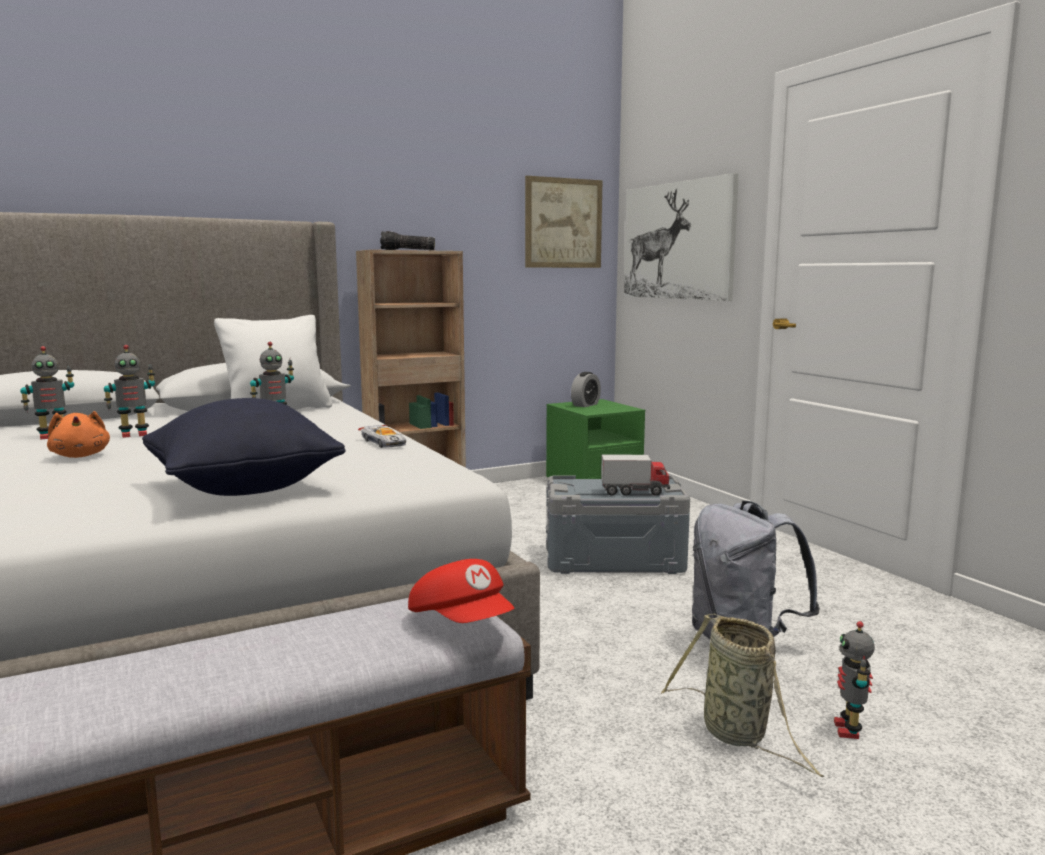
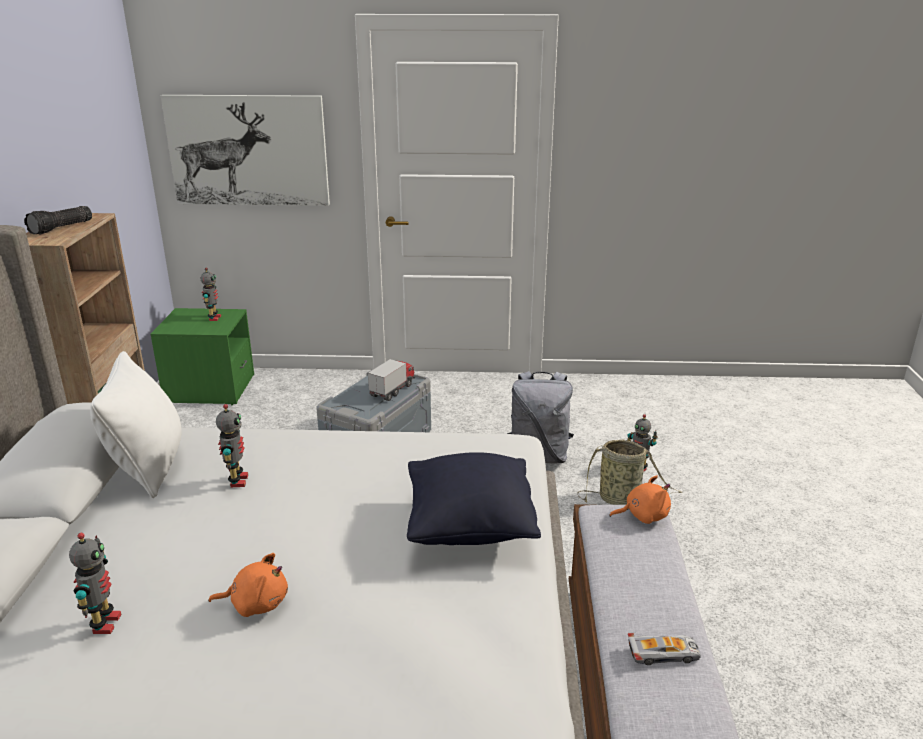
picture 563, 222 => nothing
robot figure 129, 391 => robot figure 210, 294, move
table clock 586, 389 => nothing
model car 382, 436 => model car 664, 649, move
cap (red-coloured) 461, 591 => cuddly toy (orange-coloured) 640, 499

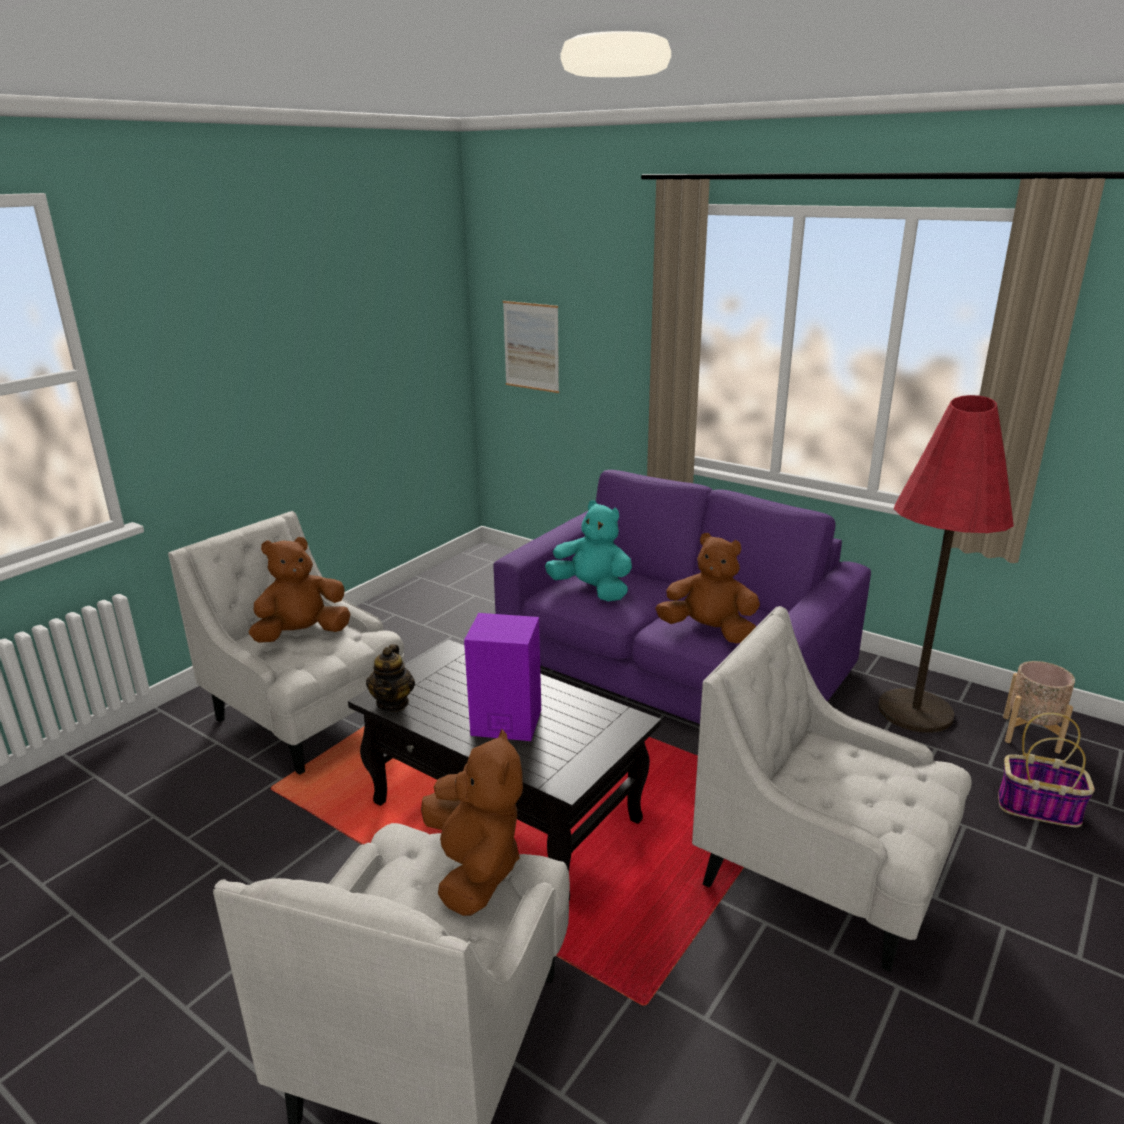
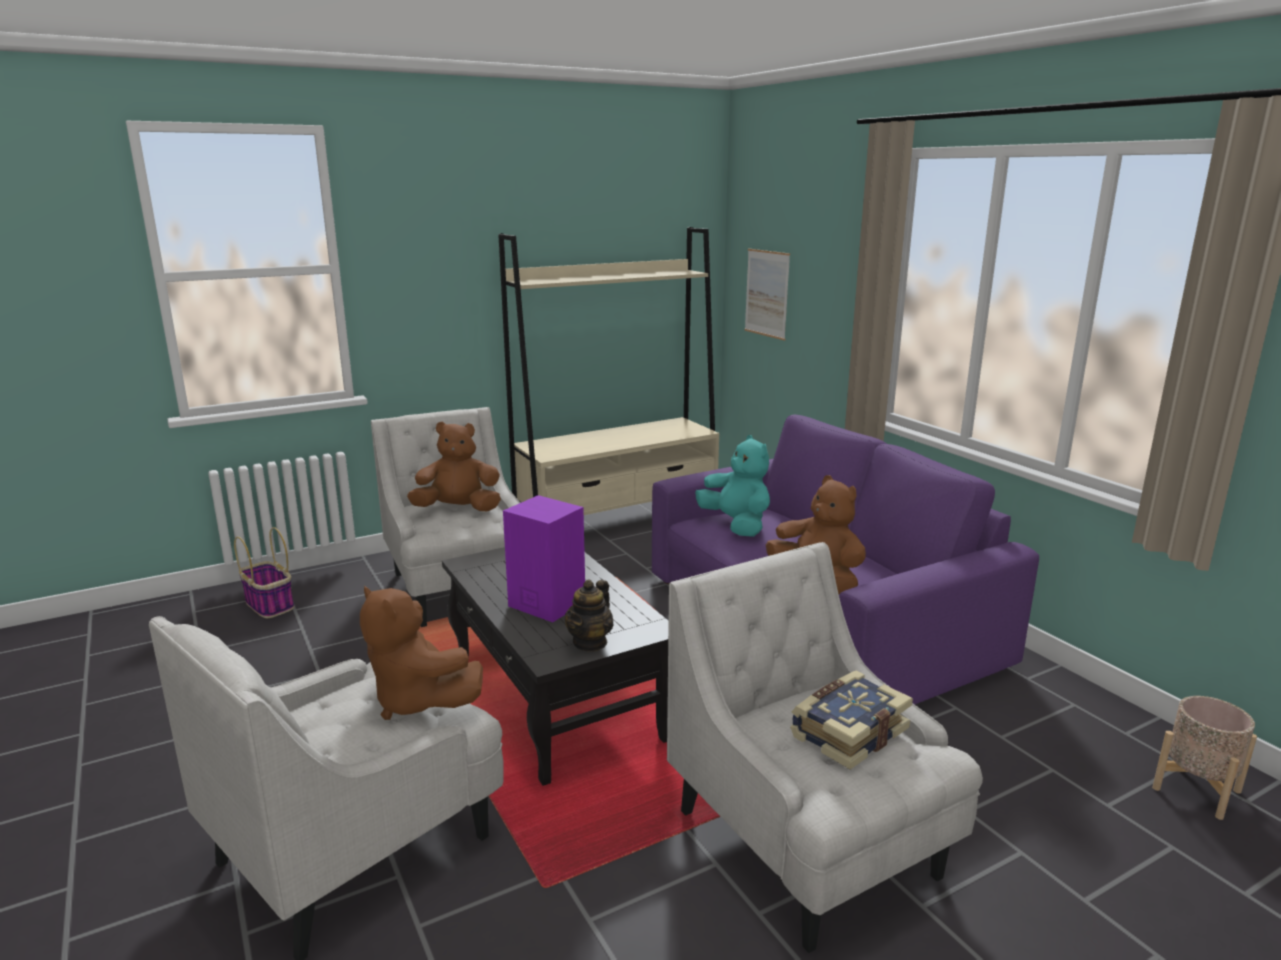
standing lamp (red-coloured) 946, 564 => nothing
tea pot 390, 678 => tea pot 589, 615, move
basket 1046, 770 => basket 264, 572, move
cuddly toy (brownish) 472, 822 => cuddly toy (brownish) 421, 652, 120 degrees clockwise
nothing => bookcase (beige-coloured) 608, 371
nothing => volume 851, 720

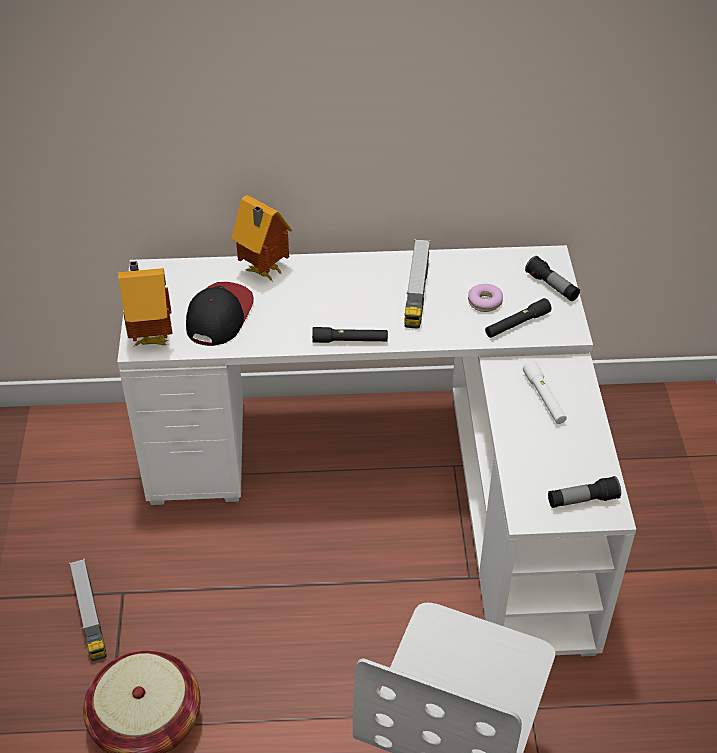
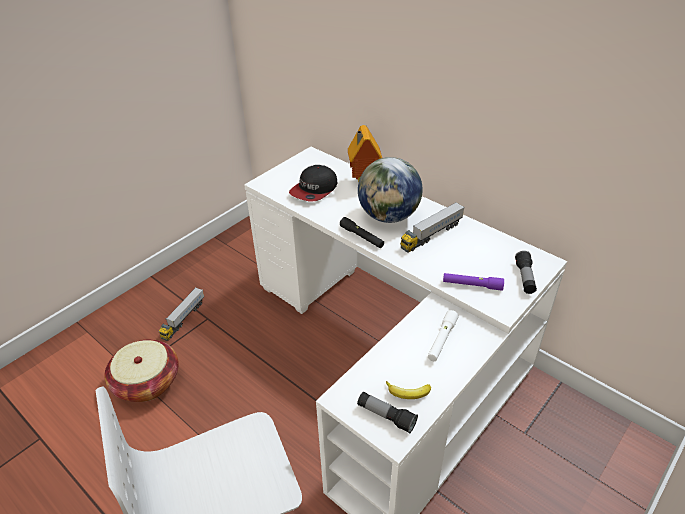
miniature house 145, 303 => nothing
cap 220, 314 => cap 313, 183, 150 degrees clockwise
ring doughnut 485, 298 => nothing
hand torch (black-coloured) 518, 318 => hand torch (purple-coloured) 473, 282
nothing => globe 390, 190
nothing => whole banana 408, 390

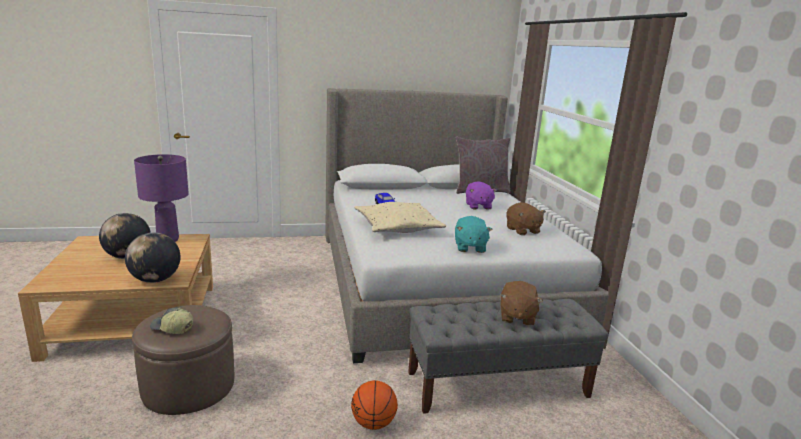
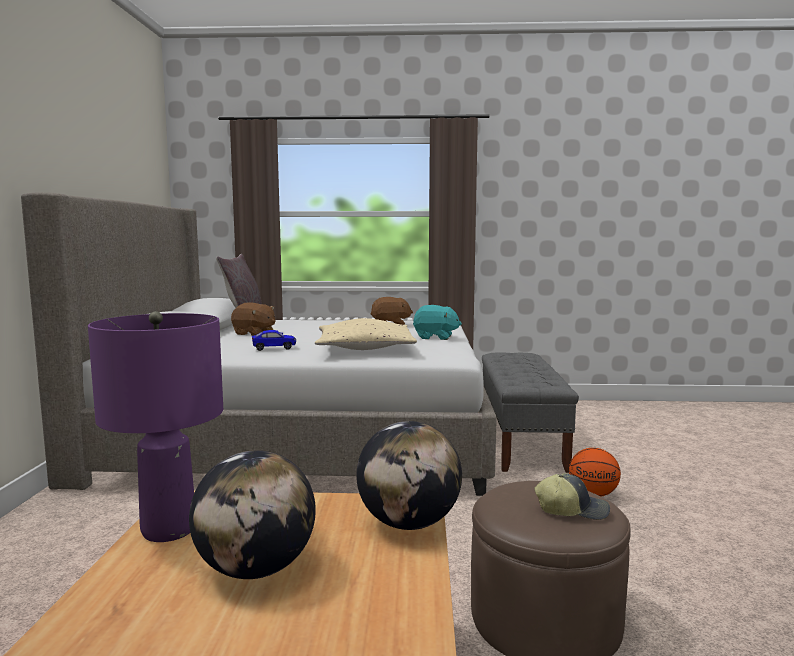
cuddly toy (purple-coloured) 481, 195 => nothing
cuddly toy (brownish) 522, 303 => cuddly toy (brownish) 253, 319, move
cap 171, 320 => cap 572, 496, 120 degrees counterclockwise

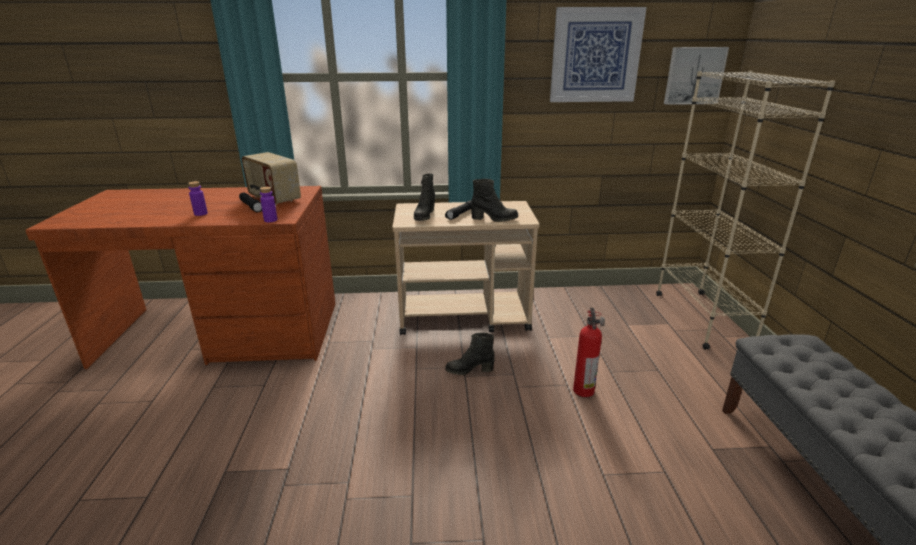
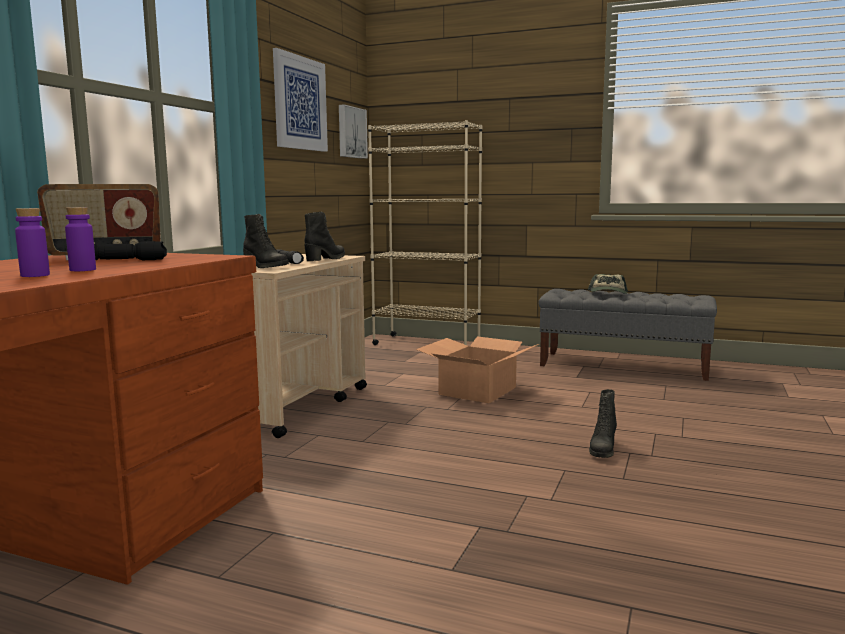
beverage bottle (purple-coloured) 269, 204 => beverage bottle (purple-coloured) 32, 242, move
fire-fighting cylinder 589, 352 => cardboard box 477, 369
boot (black-coloured) 470, 354 => boot (black-coloured) 603, 423, move
nothing => cap 608, 284

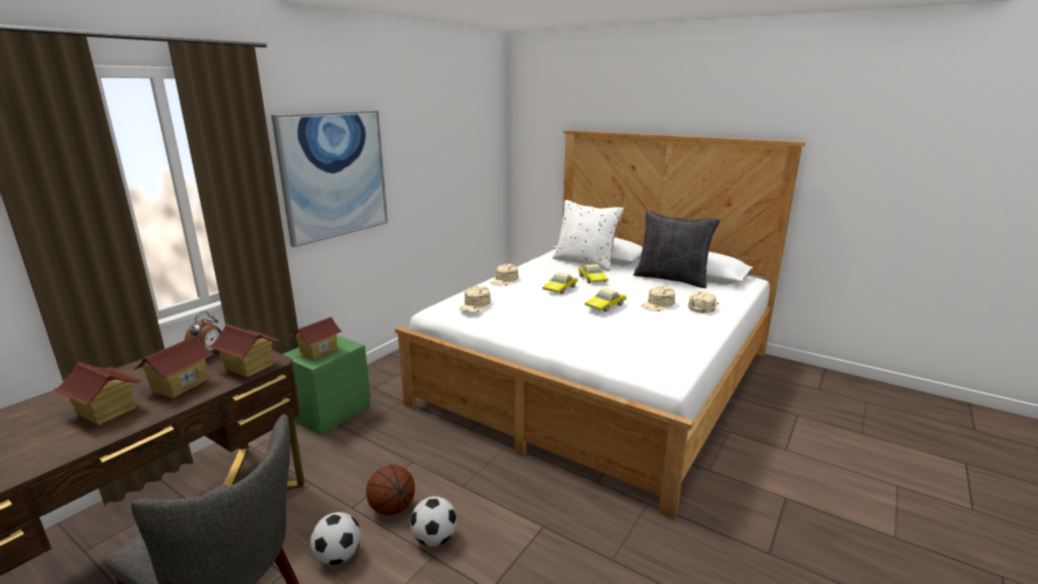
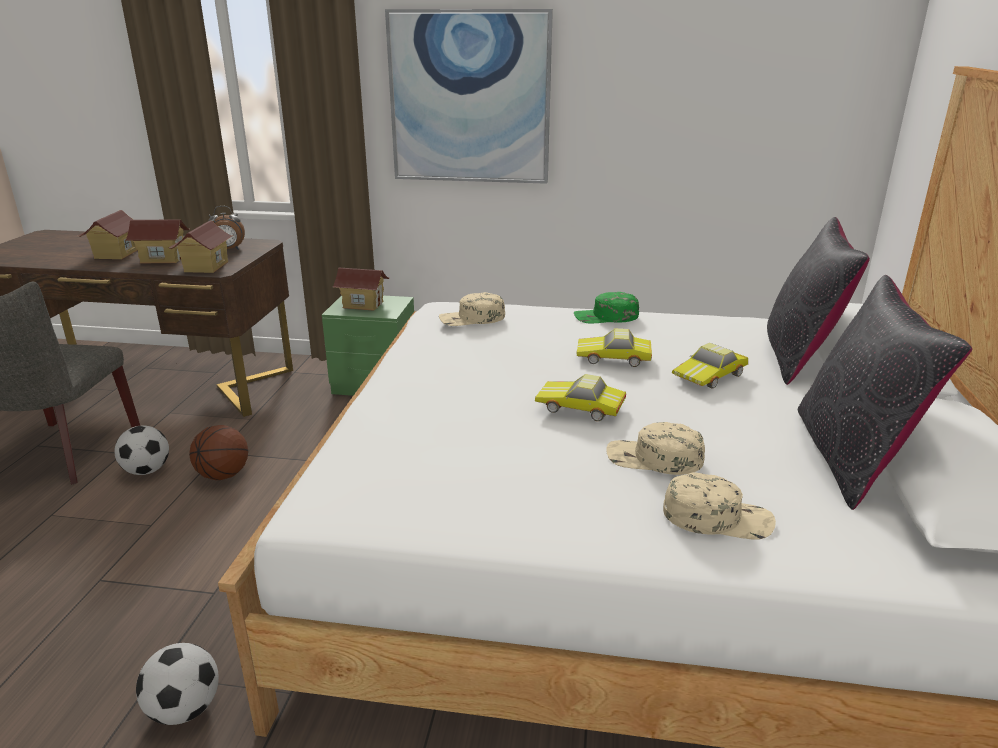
pillow (white) 588, 235 => pillow (black-coloured) 818, 301
cap (beige-coloured) 504, 275 => cap (greenish) 606, 308
ball for football 433, 521 => ball for football 177, 684, move

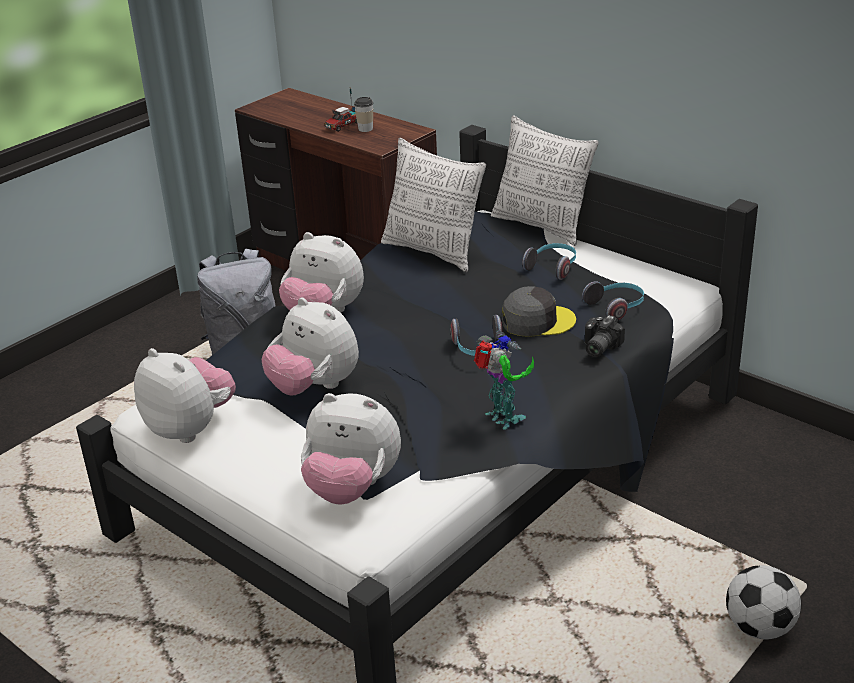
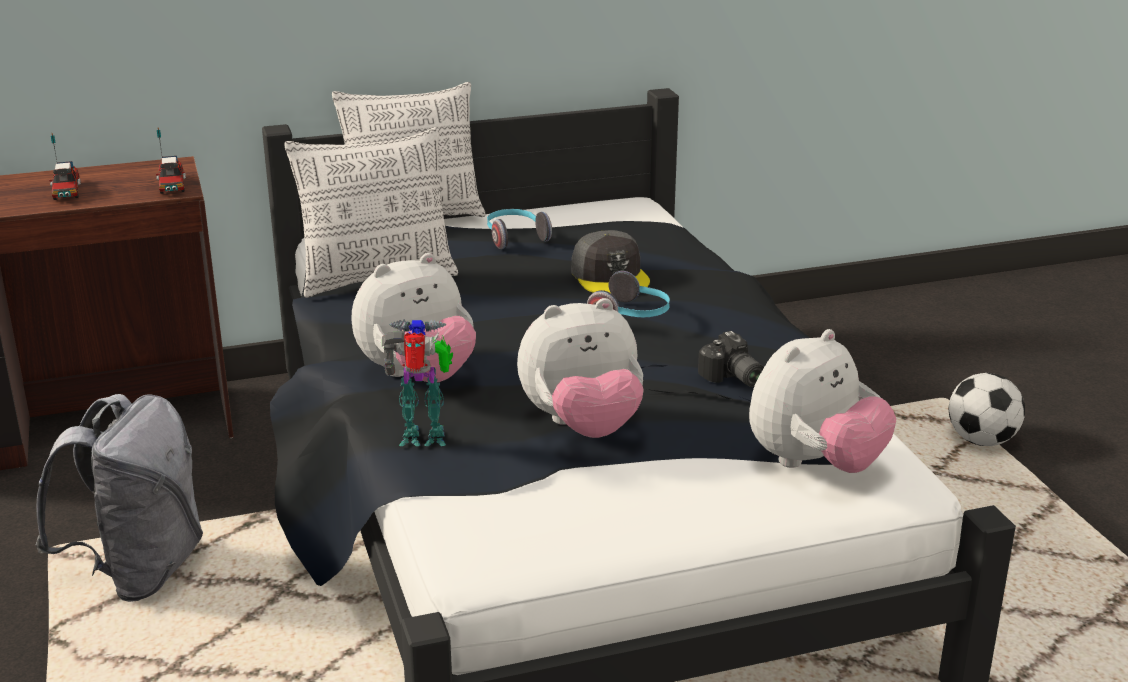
drinking cup 363, 114 => nothing
pair of headphones 613, 301 => nothing
cap (greyish) 539, 311 => cap (greyish) 610, 261, 135 degrees clockwise
photo camera 605, 336 => photo camera 731, 359, move
robot figure 504, 380 => robot figure 417, 382, move
cuddly toy 185, 395 => nothing
nothing => model truck 171, 161

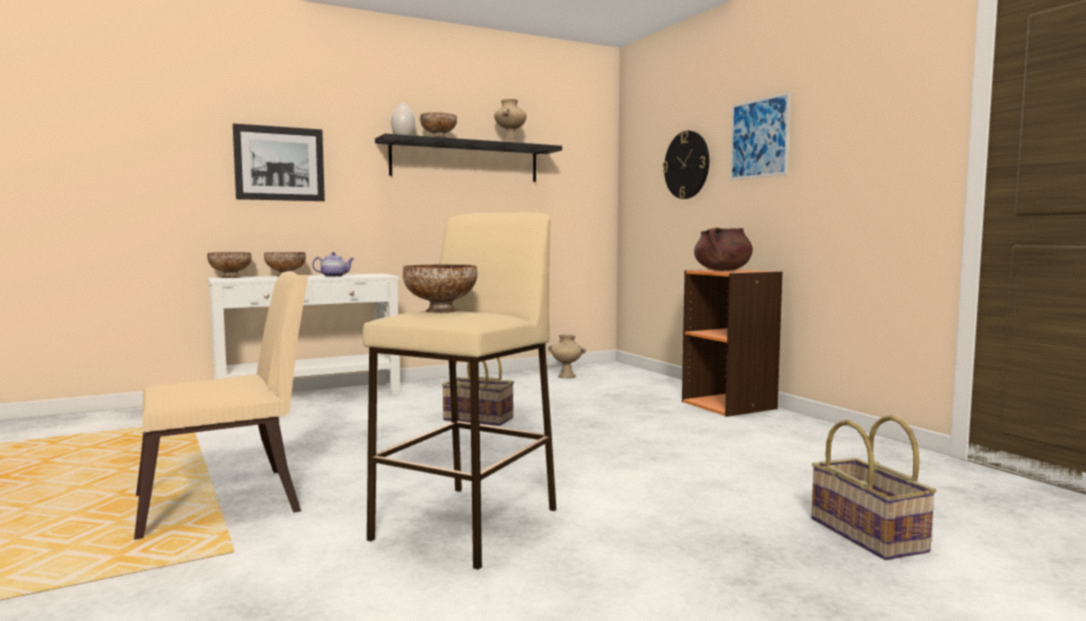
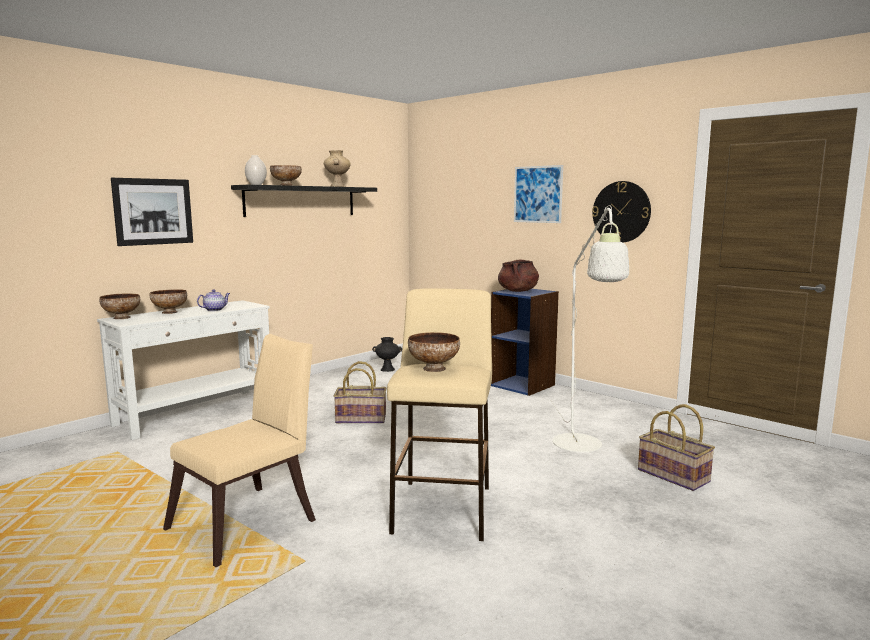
hanging clock 686, 165 => hanging clock 621, 212, move
bookcase (orange-coloured) 732, 343 => bookcase (blue) 525, 342
decorative vase (beige-coloured) 567, 356 => decorative vase (black-coloured) 387, 354
nothing => standing lamp (white) 589, 328

